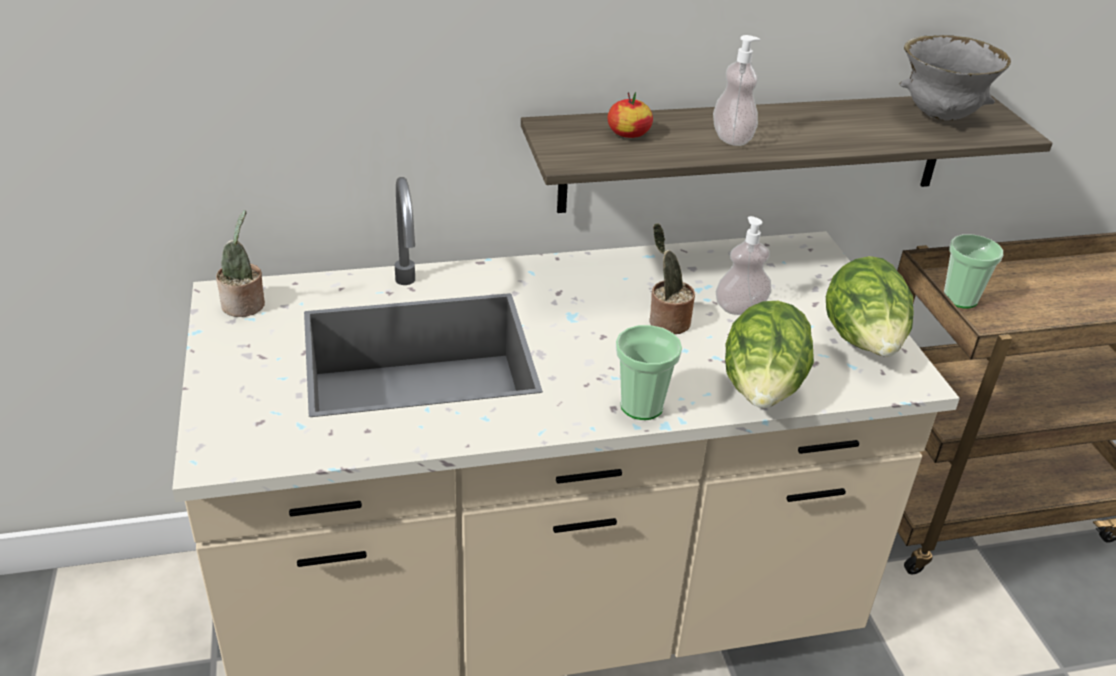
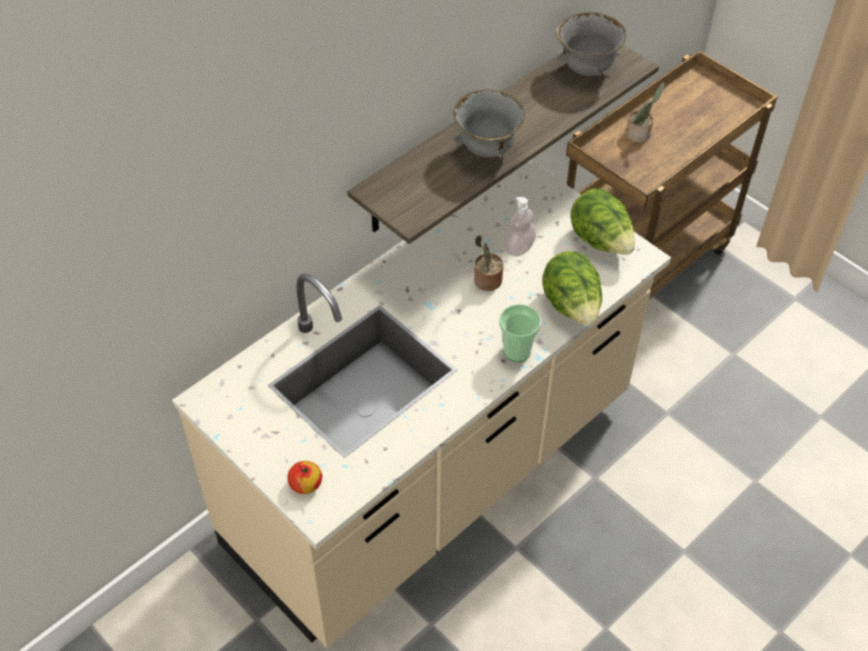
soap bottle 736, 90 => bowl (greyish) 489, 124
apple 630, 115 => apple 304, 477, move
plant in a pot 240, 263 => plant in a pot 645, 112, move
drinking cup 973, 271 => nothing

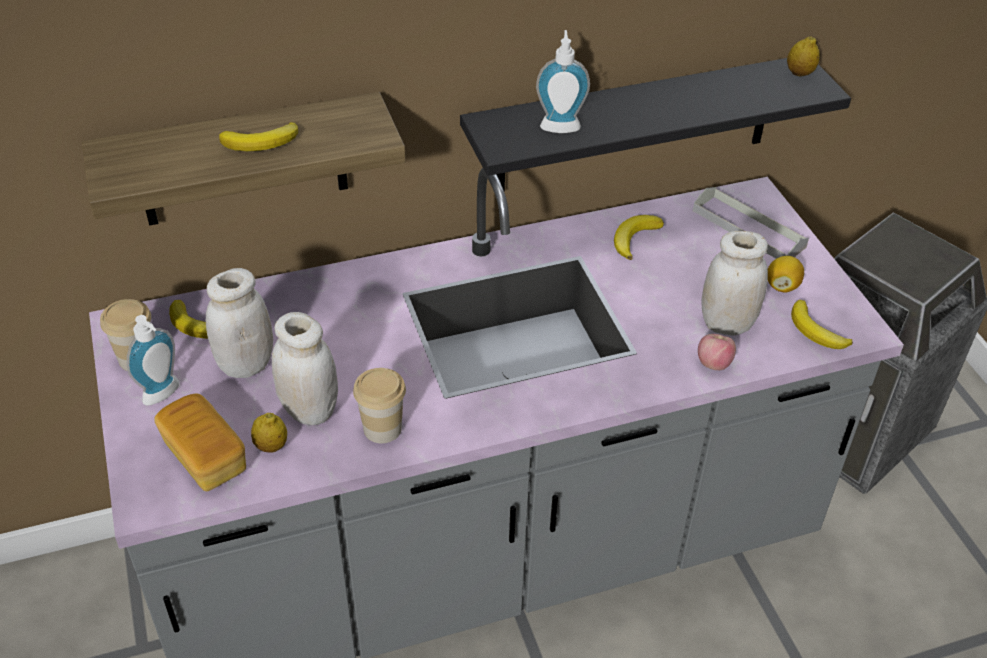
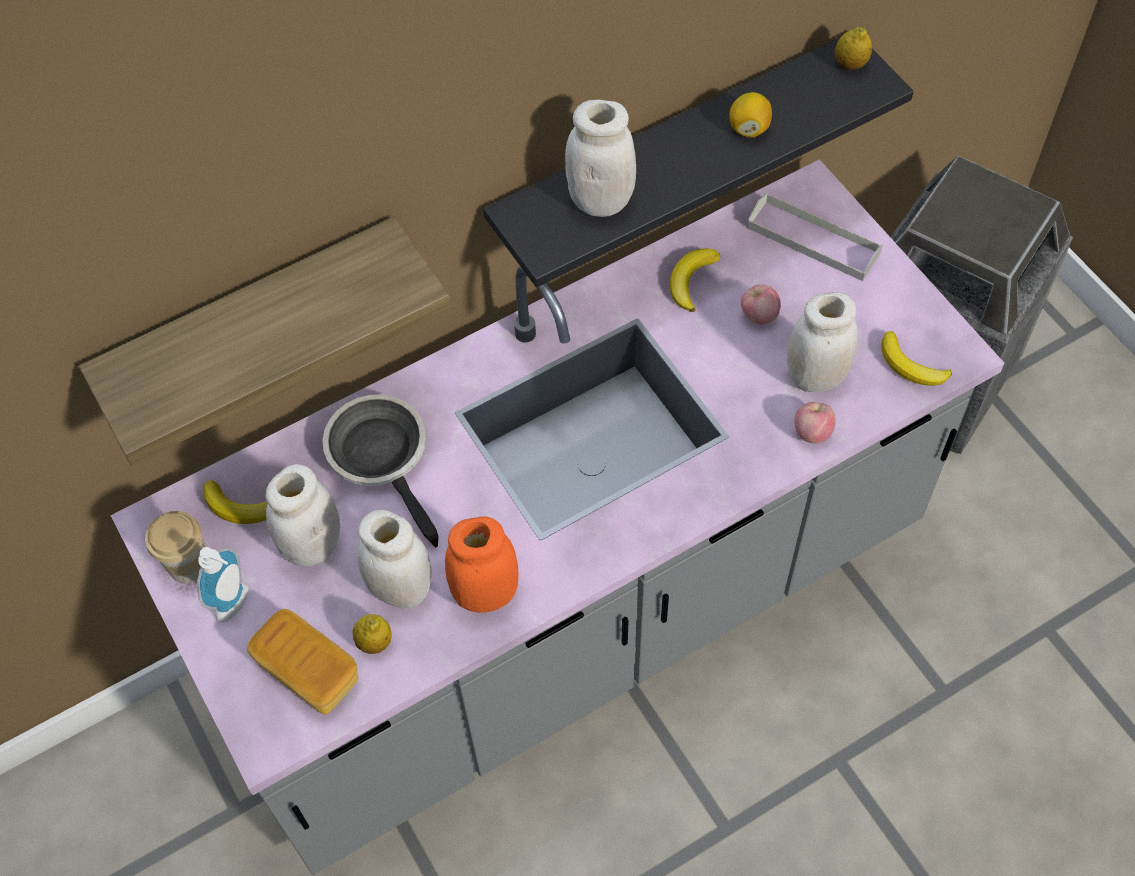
soap bottle 563, 81 => storage jar (white) 600, 158
whole banana 258, 136 => nothing
lemon 786, 274 => lemon 750, 115, move
drinking cup 379, 405 => storage jar (orange-coloured) 481, 564
nothing => apple 761, 304
nothing => pan 380, 471

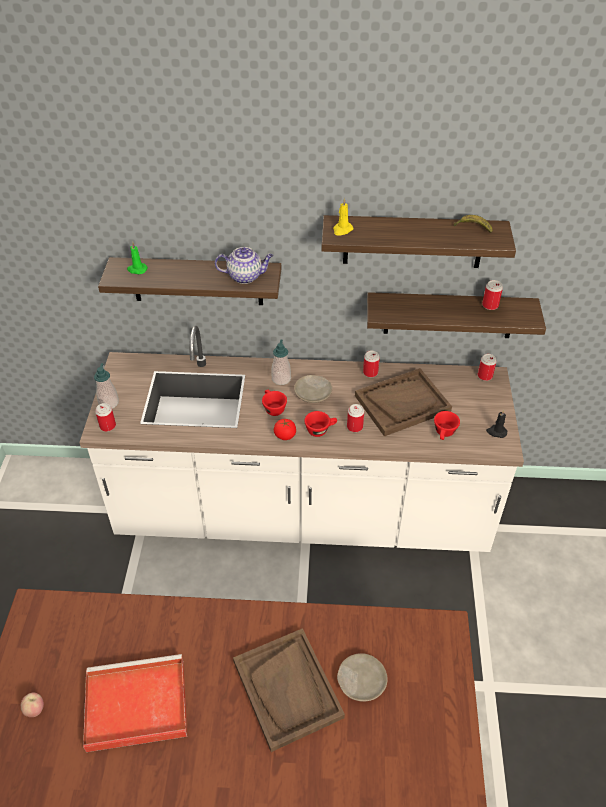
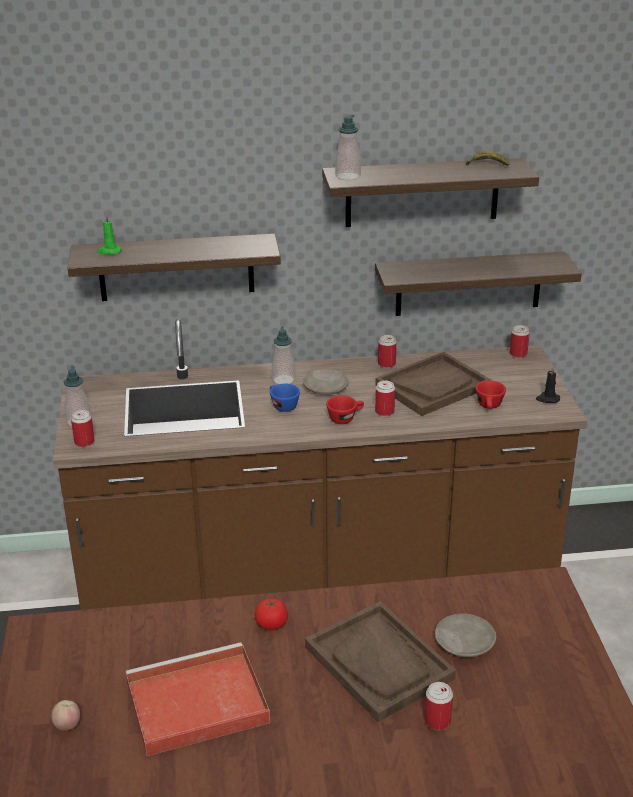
wax candle (yellow-coloured) 343, 217 => soap bottle 348, 147
tea pot 244, 265 => nothing
sealed can 492, 295 => sealed can 438, 706, move
kitchen base unit (white) 301, 439 => kitchen base unit (brownish) 320, 465
drinking cup (red-coloured) 274, 403 => drinking cup (blue) 285, 398
whole tomato 285, 429 => whole tomato 271, 614, move

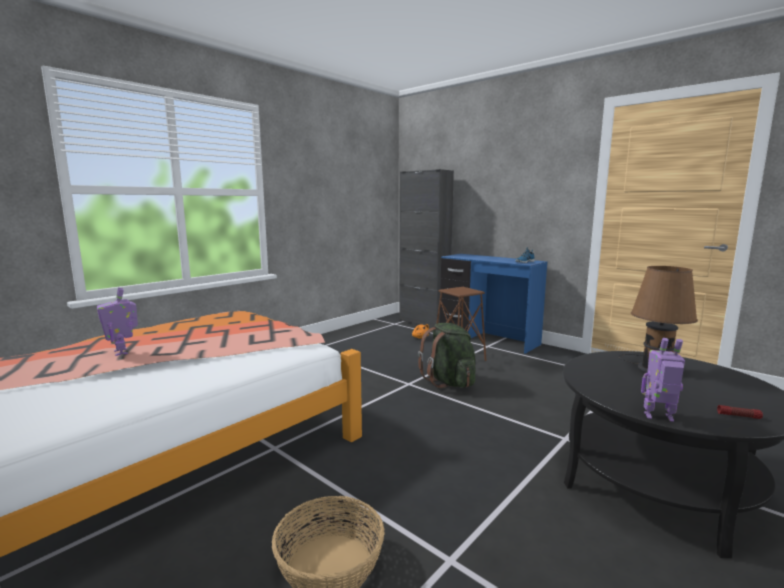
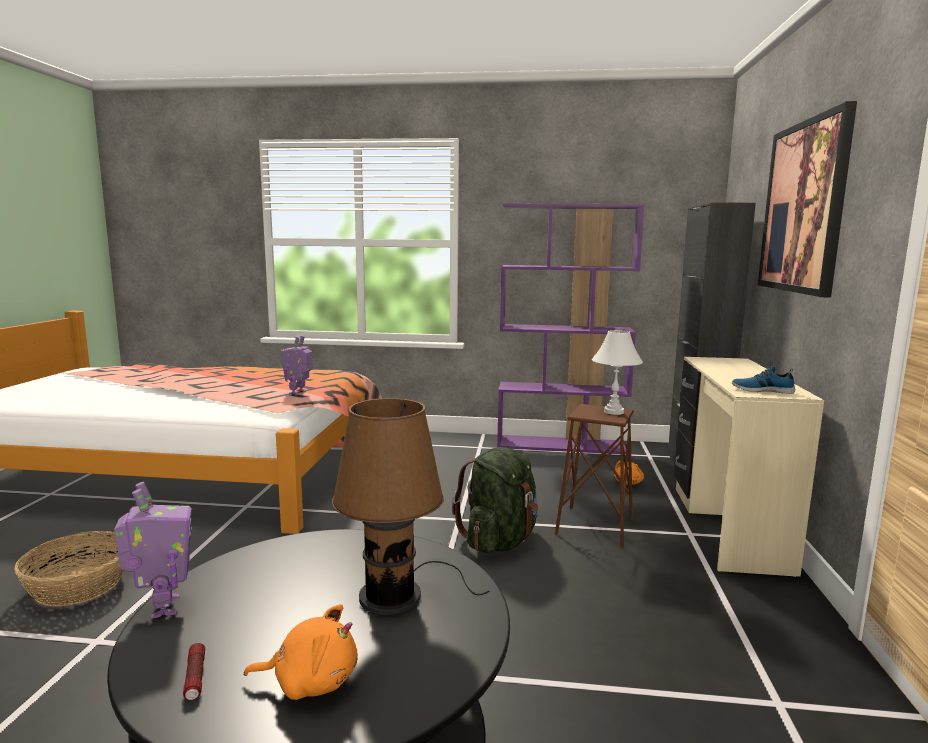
desk (blue) 493, 304 => desk (beige-coloured) 749, 467
robot figure 117, 322 => robot figure 296, 365, move
nothing => picture 807, 199
nothing => bookcase (purple-coloured) 571, 329
nothing => tabletop lamp (white) 617, 372
nothing => cuddly toy (orange-coloured) 301, 652

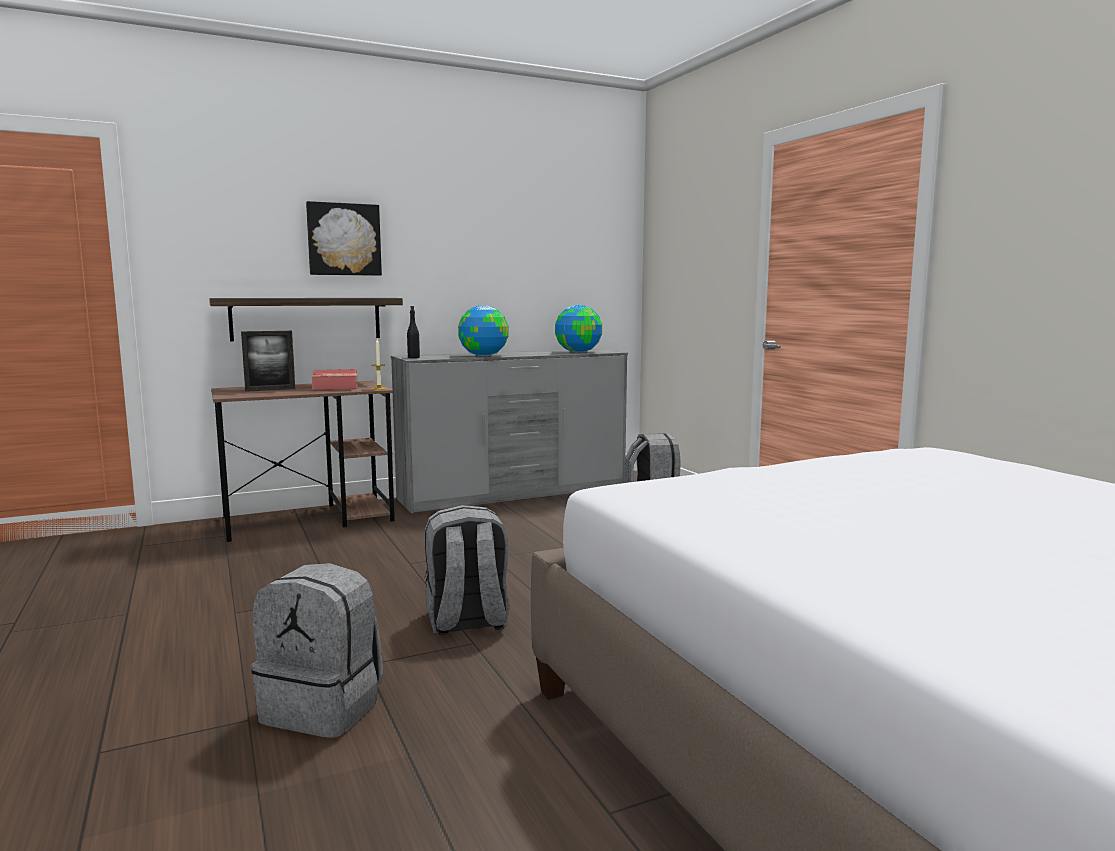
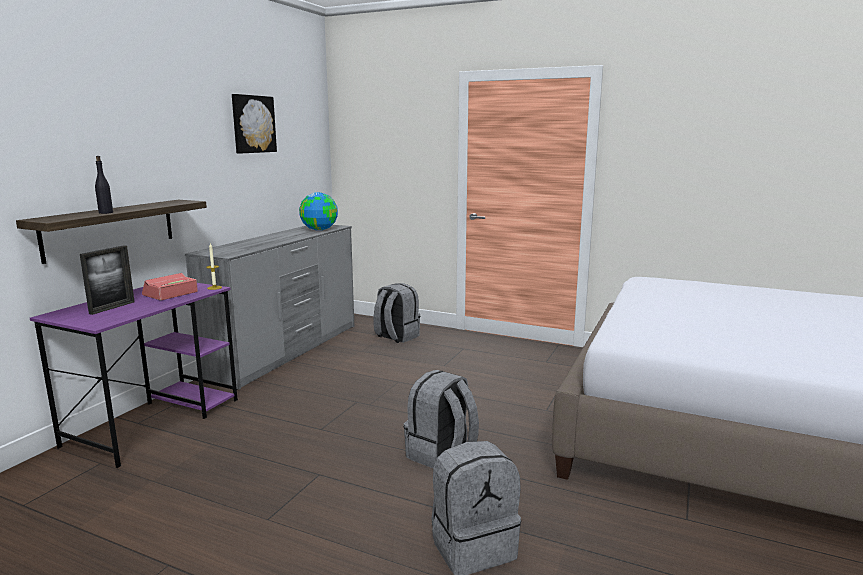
picture 344, 238 => picture 254, 124, move
beverage bottle (black-coloured) 413, 332 => beverage bottle (black-coloured) 104, 185, move
globe 483, 331 => nothing
desk (brownish) 303, 461 => desk (purple-coloured) 134, 375

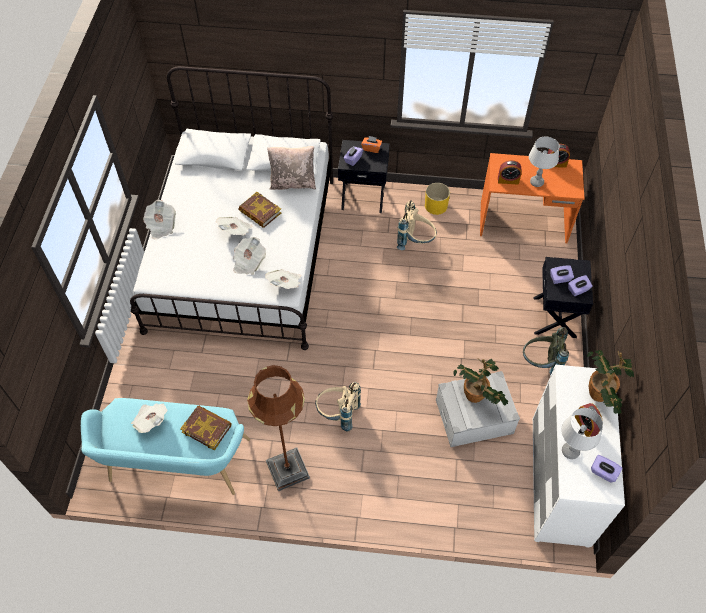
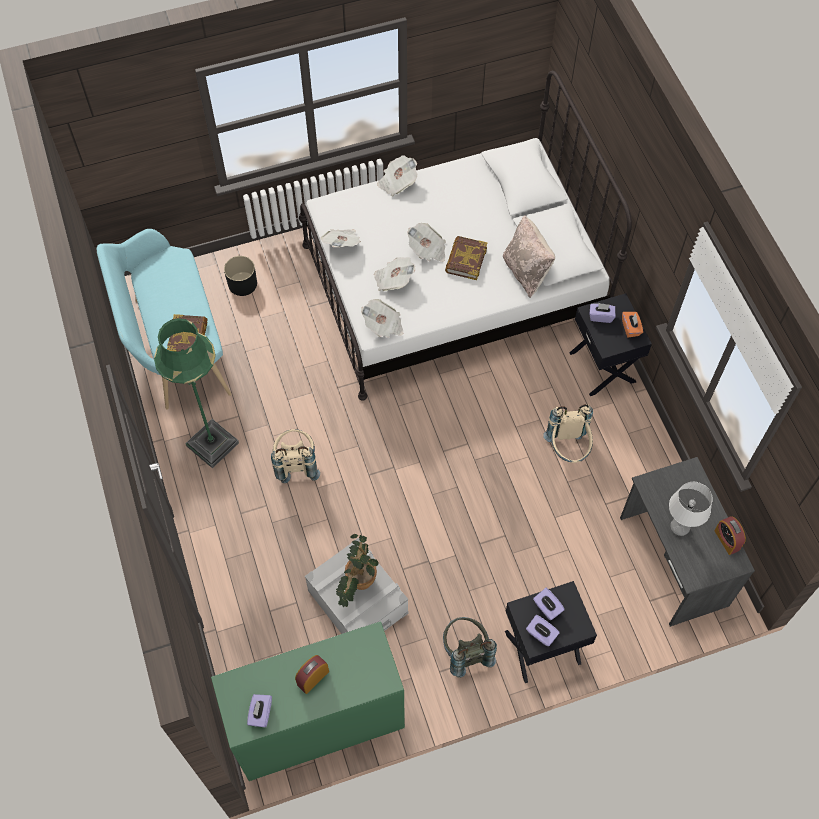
desk (orange-coloured) 532, 198 => desk (greyish) 687, 542
table clock 510, 172 => nothing
plant pot (yellow-coloured) 437, 199 => nothing
plant in a pot 610, 382 => nothing
standing lamp (brownish) 278, 428 => standing lamp (greenish) 196, 393
dresser (white) 579, 456 => dresser (greenish) 308, 701
printed paper 149, 418 => printed paper 341, 238, move
tabletop lamp (greyish) 582, 433 => nothing
nothing => plant pot (black-coloured) 240, 276

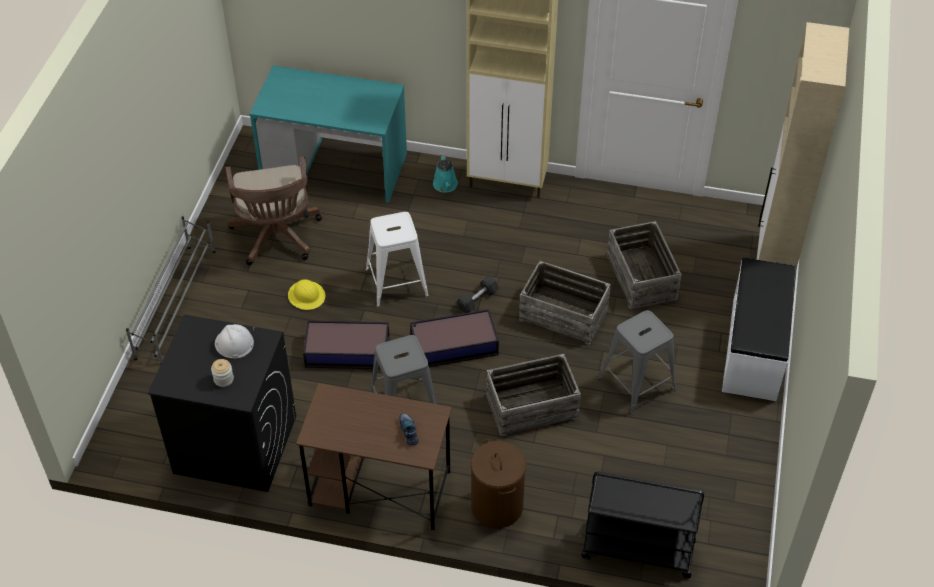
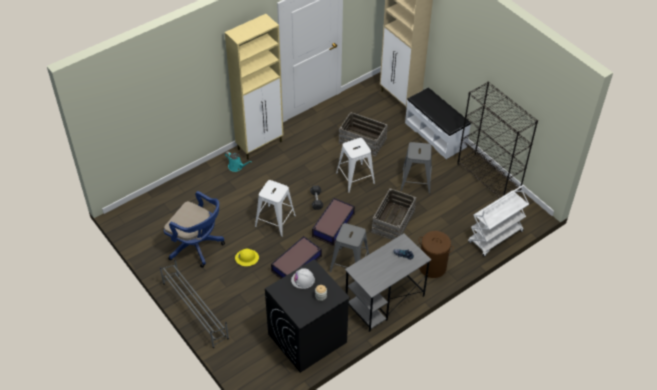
desk (blue-green) 328, 134 => nothing
computer chair (brownish) 274, 210 => computer chair (blue) 194, 229
crate 565, 302 => stool seat (white) 355, 165
desk (brownish) 374, 456 => desk (greyish) 388, 282
wheeled cart (black-coloured) 642, 525 => wheeled cart (white) 498, 221
nothing => bookcase (black-coloured) 497, 139

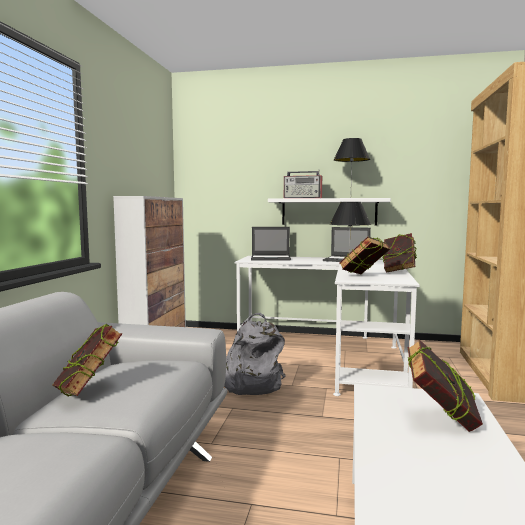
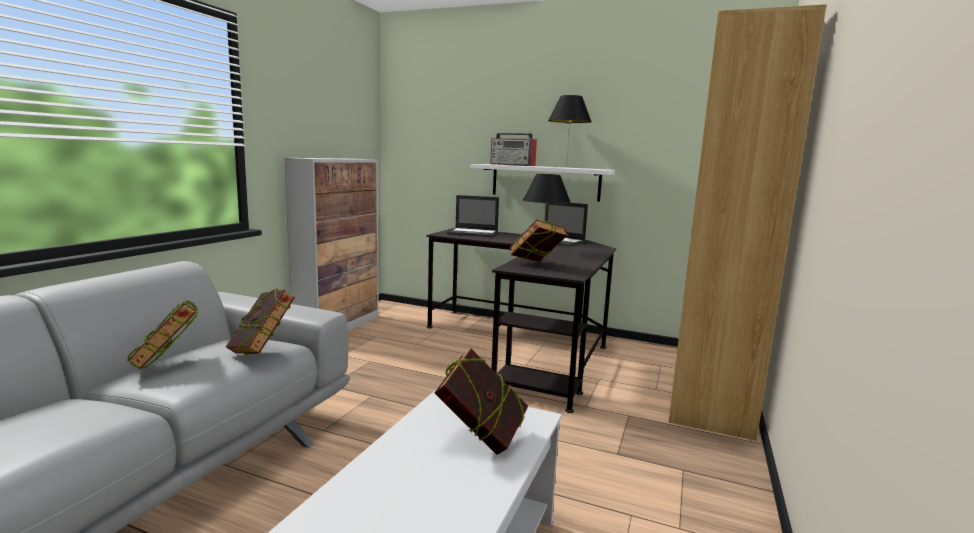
volume 399, 252 => volume 260, 322, move
desk (white) 327, 326 => desk (black-coloured) 521, 320
backpack (greyish) 254, 354 => nothing

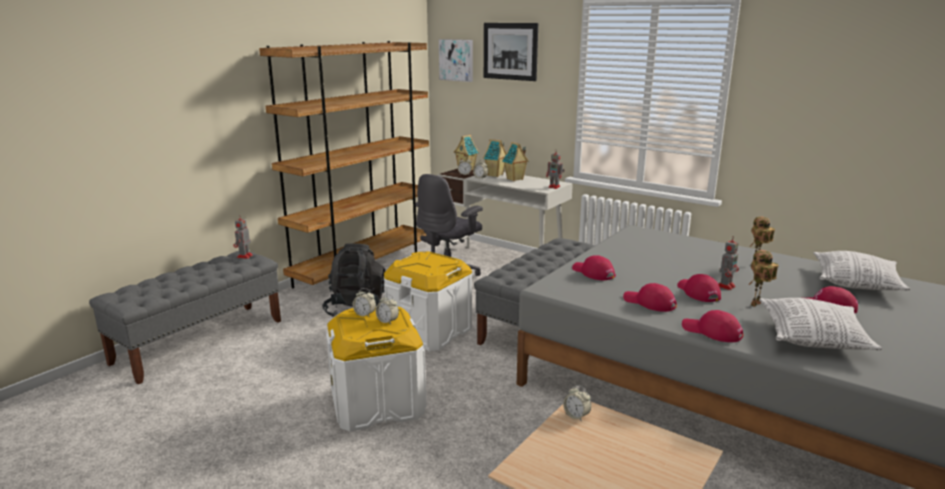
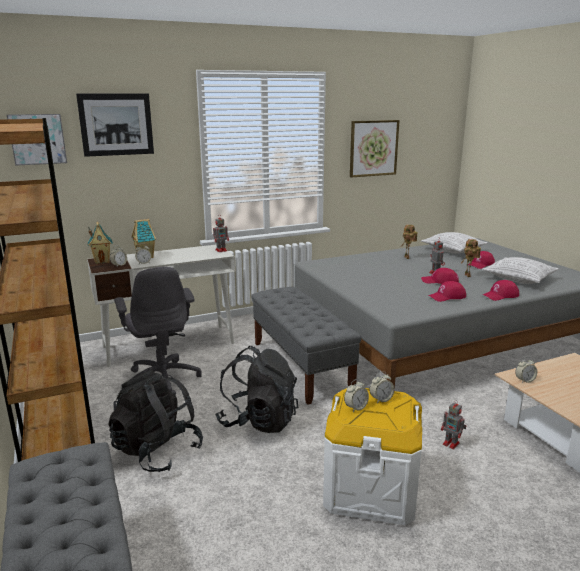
miniature house 515, 161 => nothing
robot figure 243, 237 => robot figure 453, 424, move
storage bin (white) 428, 301 => backpack (black-coloured) 256, 389
cap (red-coloured) 594, 267 => nothing
nothing => picture 375, 149

